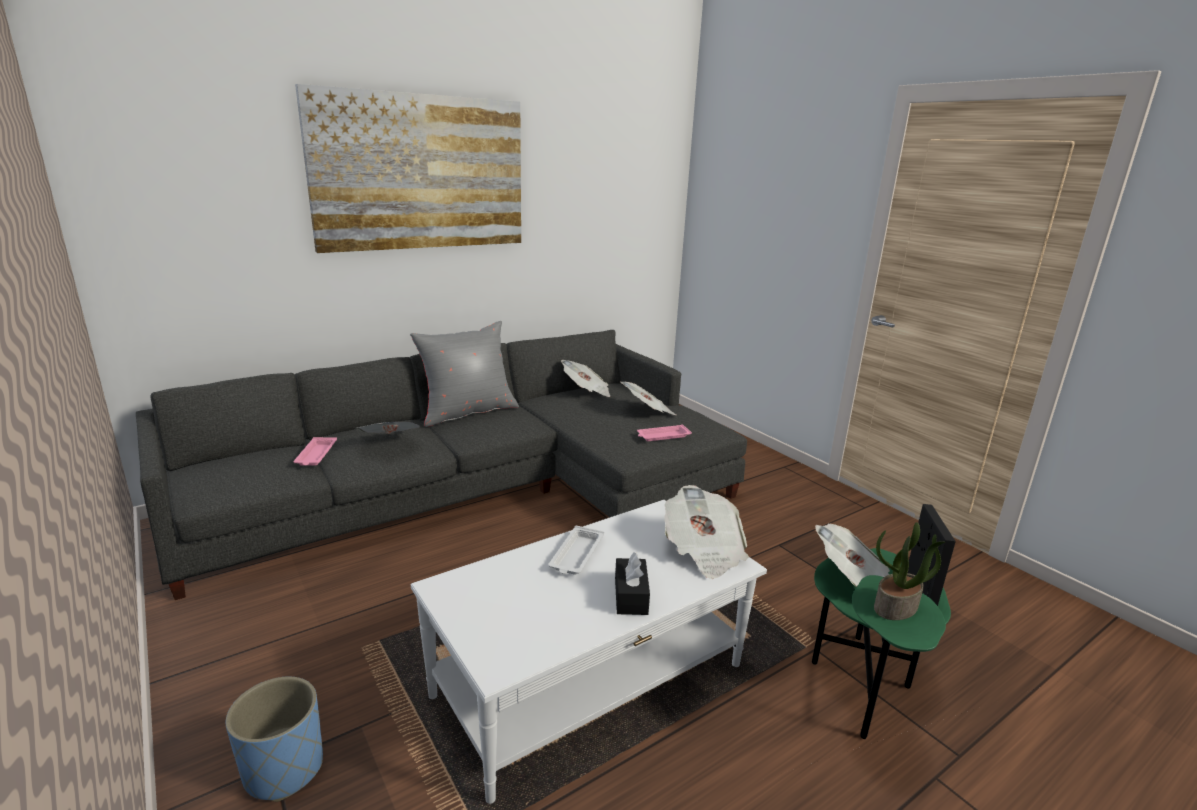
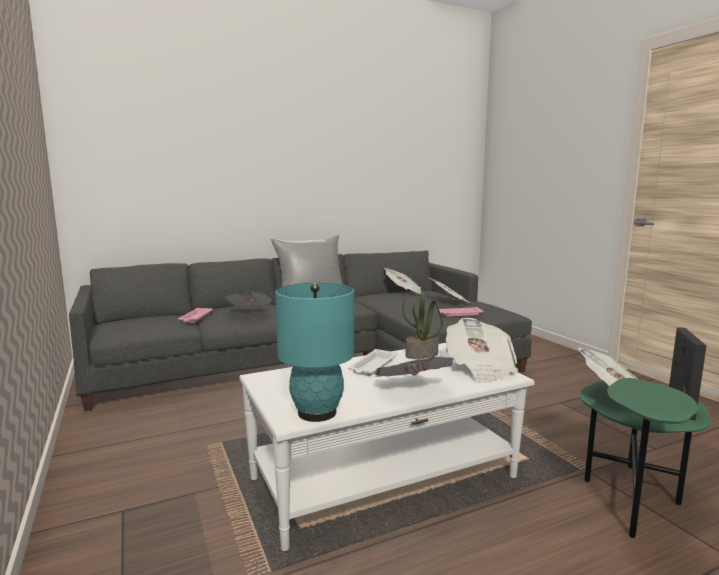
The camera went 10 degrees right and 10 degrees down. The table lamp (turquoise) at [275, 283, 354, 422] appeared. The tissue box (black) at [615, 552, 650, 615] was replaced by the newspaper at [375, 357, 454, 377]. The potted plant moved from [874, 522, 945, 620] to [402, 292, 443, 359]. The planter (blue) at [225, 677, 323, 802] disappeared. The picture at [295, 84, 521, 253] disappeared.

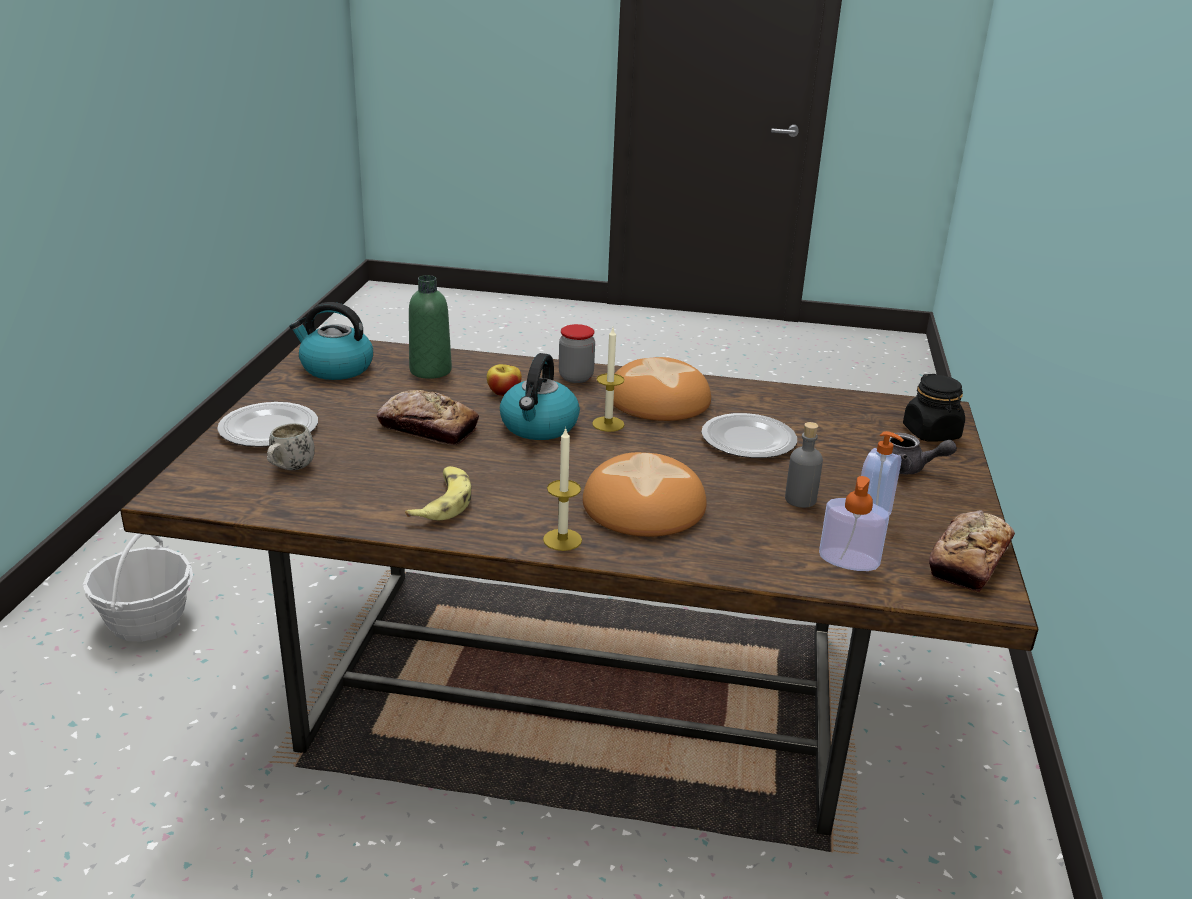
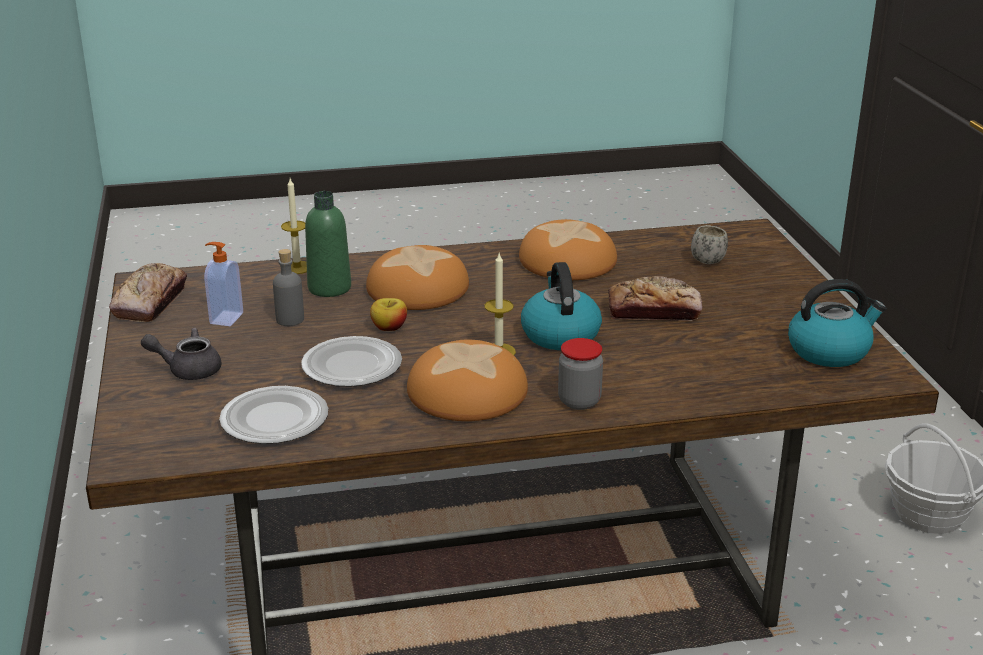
The camera went 160 degrees right and 0 degrees up. The plate moved from [217, 402, 318, 447] to [219, 386, 328, 444]. The candle moved from [543, 427, 582, 551] to [281, 178, 307, 274]. The bottle (green) moved from [409, 275, 452, 379] to [305, 191, 351, 297]. The apple moved from [487, 364, 522, 396] to [370, 298, 407, 331]. The banana at [405, 466, 471, 520] was replaced by the bread at [519, 219, 617, 280]. The soap dispenser at [819, 476, 889, 571] disappeared. The jar (black) at [903, 374, 965, 442] disappeared.

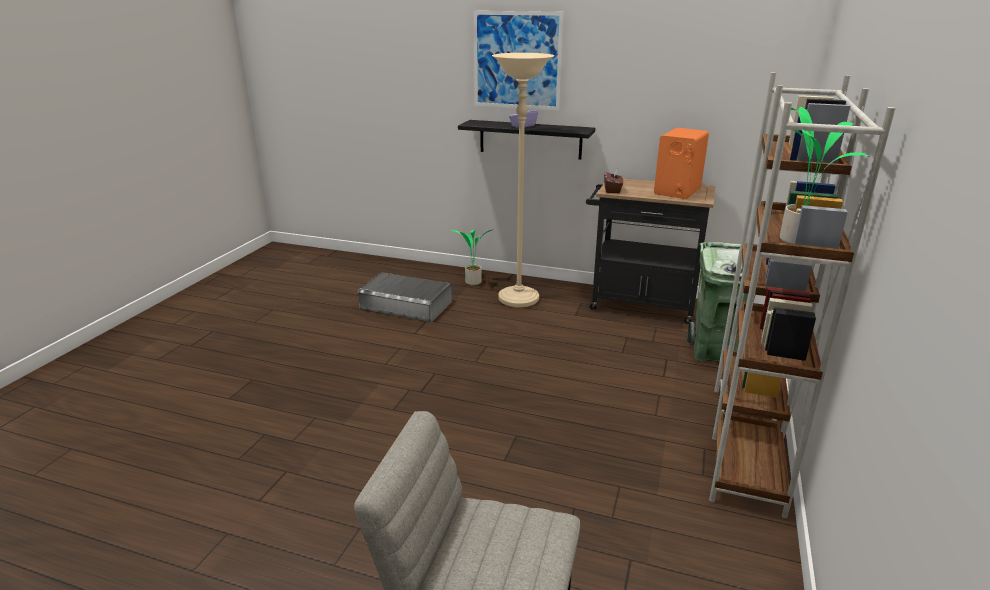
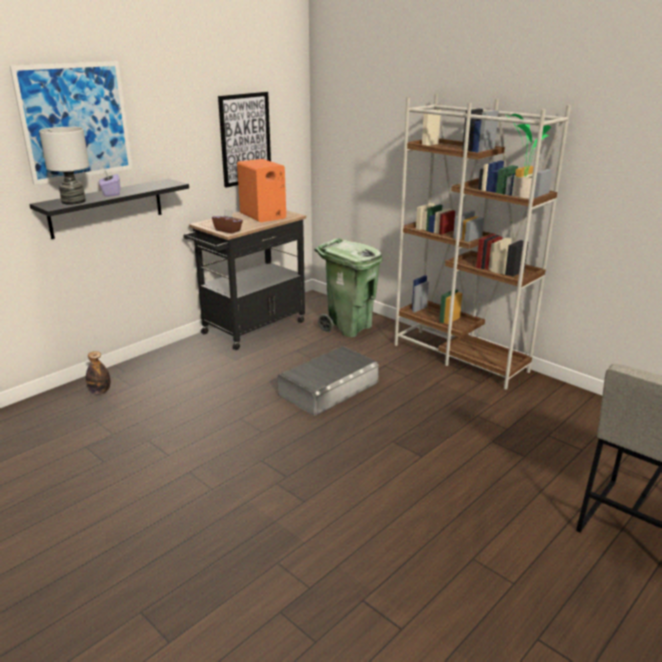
The camera went 65 degrees left and 0 degrees up. The table lamp (grey) at [39, 127, 89, 205] appeared. The potted plant at [451, 230, 492, 285] was replaced by the bottle at [86, 351, 110, 395]. The picture at [218, 92, 271, 188] appeared. The storage box (grey) moved from [358, 272, 452, 322] to [277, 346, 379, 416]. The floor lamp (beige) at [492, 53, 554, 308] disappeared.

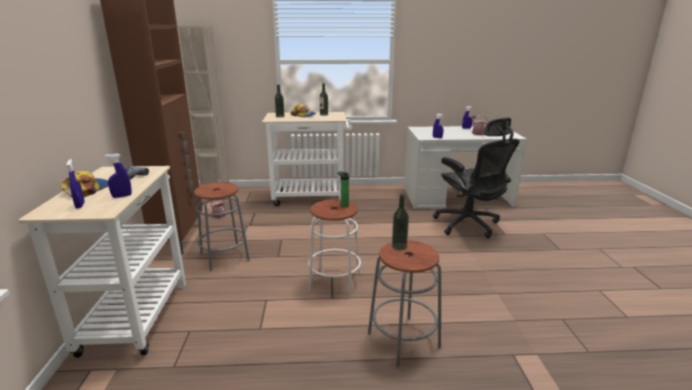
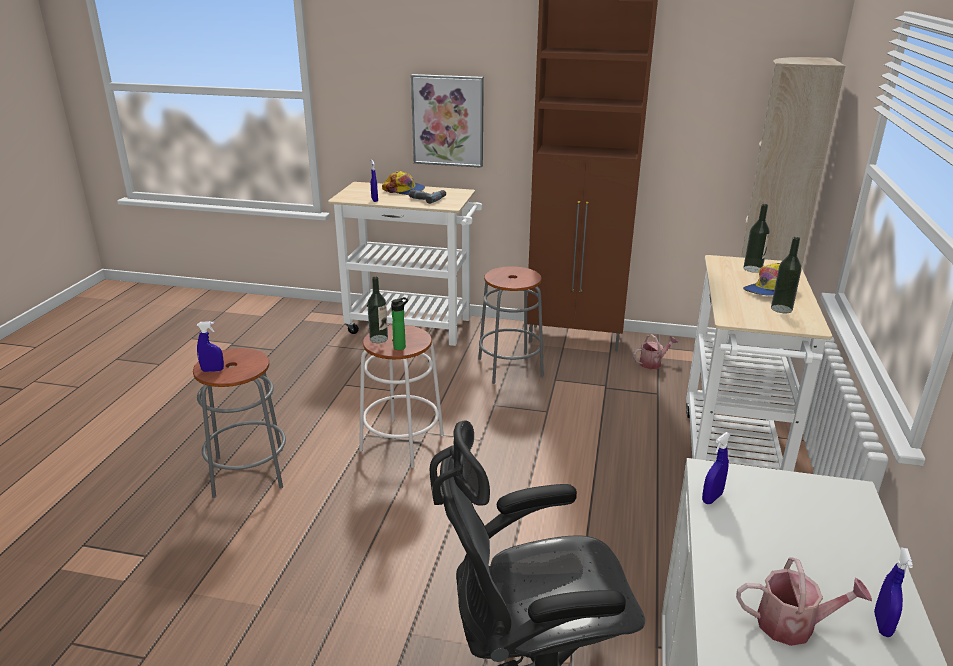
The camera went 105 degrees right and 5 degrees up. The spray bottle (blue) moved from [67, 159, 85, 208] to [197, 321, 224, 372]. The bottle moved from [392, 194, 409, 250] to [367, 277, 388, 343]. The picture at [411, 74, 484, 168] appeared.

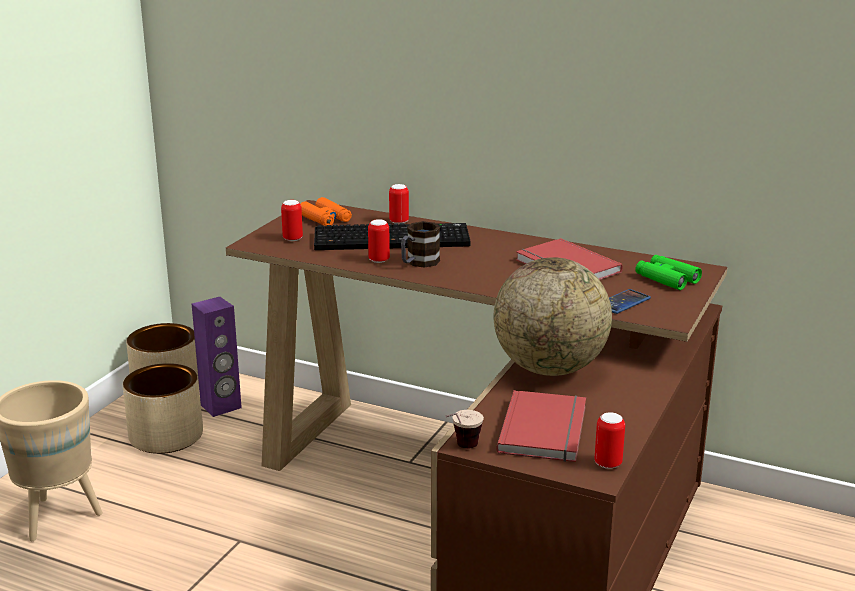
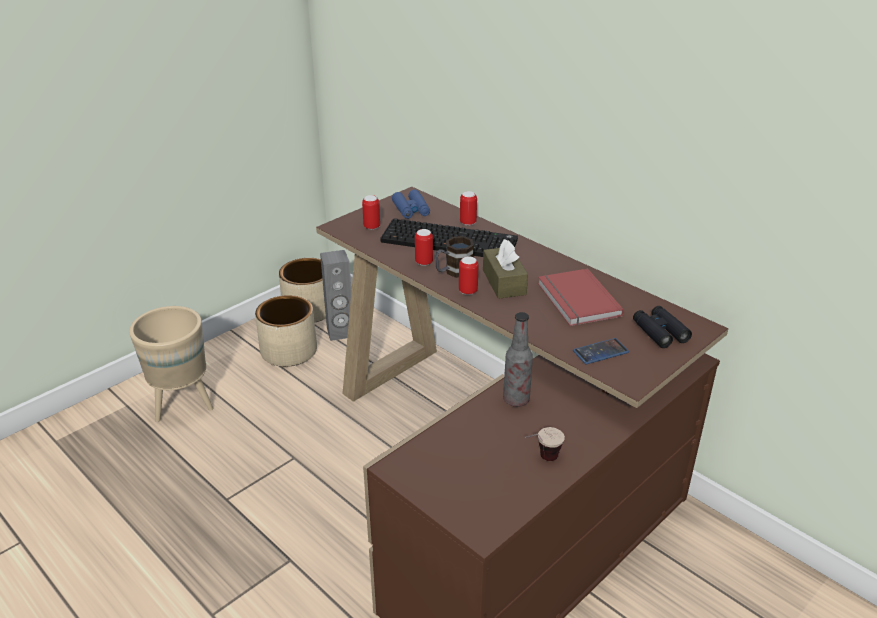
The camera went 20 degrees right and 10 degrees up. The speaker (purple) at [192, 297, 242, 417] became the speaker (grey) at [320, 250, 351, 341]. The binoculars (orange) at [300, 197, 352, 226] became the binoculars (blue) at [392, 190, 430, 219]. The can moved from [594, 412, 625, 469] to [459, 256, 479, 295]. The tissue box (brown) at [483, 239, 528, 299] appeared. The globe at [493, 257, 612, 376] was replaced by the bottle at [503, 312, 533, 407]. The cup moved from [445, 410, 484, 449] to [525, 427, 565, 461]. The binoculars (green) at [635, 255, 702, 290] became the binoculars (black) at [633, 306, 692, 348]. The book (red) at [496, 390, 586, 462] disappeared.

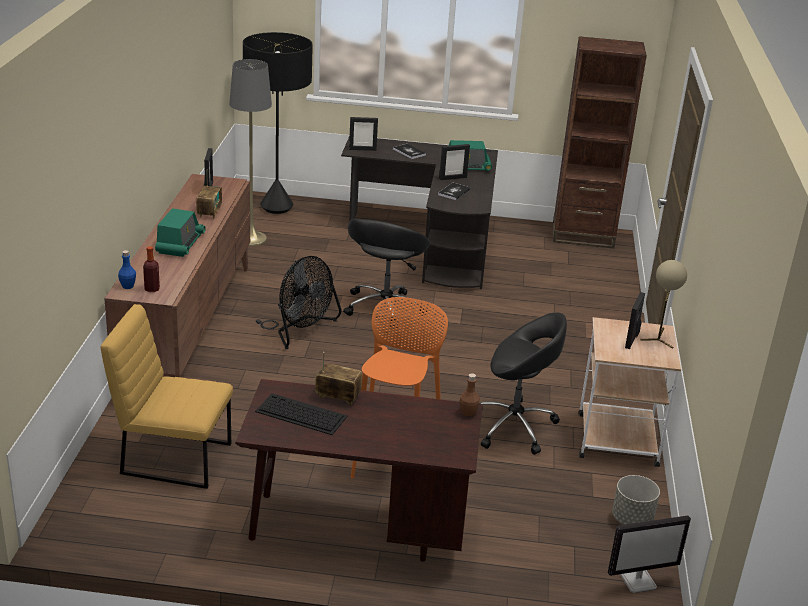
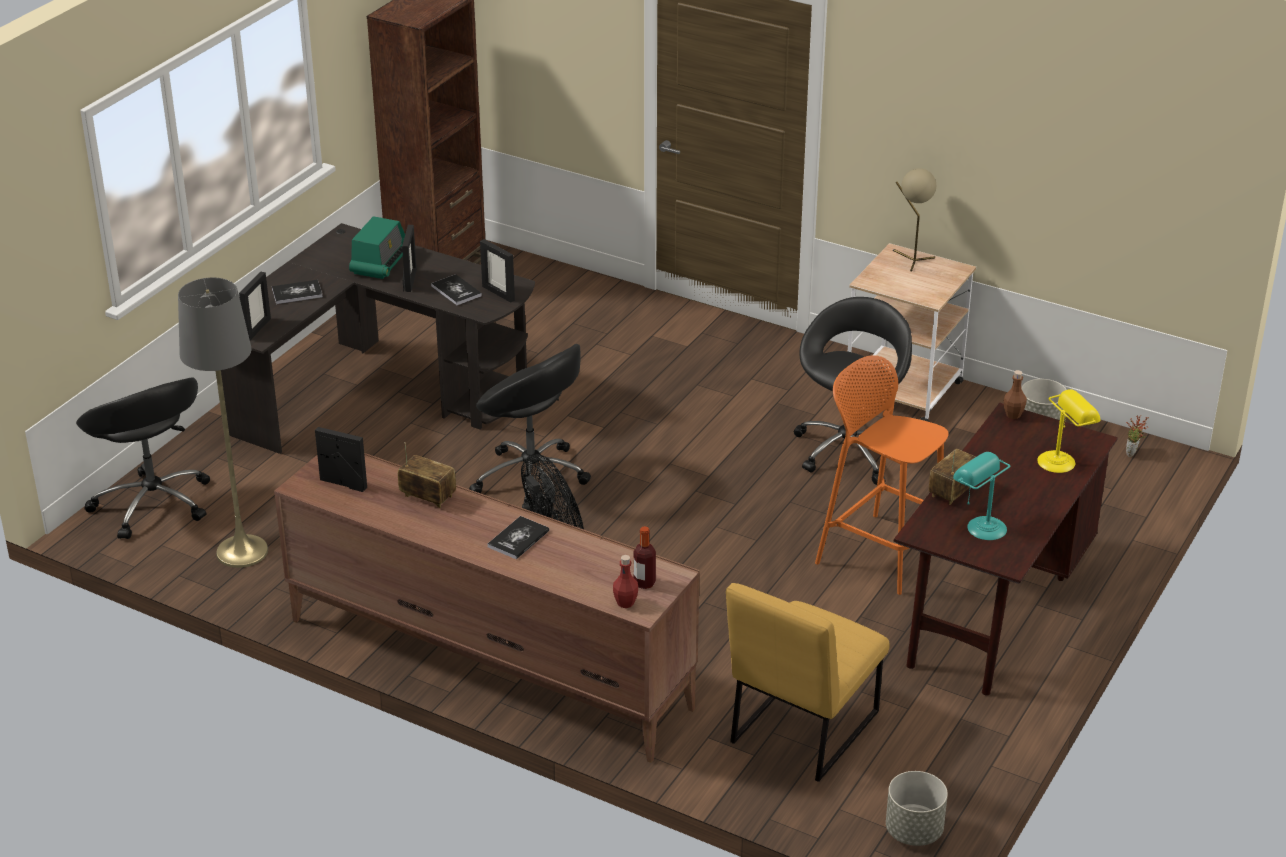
The camera went 65 degrees left and 5 degrees up. The floor lamp (black) at [243, 32, 313, 214] was replaced by the office chair (black) at [76, 377, 210, 539]. The picture frame moved from [625, 292, 645, 349] to [480, 239, 515, 303]. The radio at [155, 208, 206, 257] was replaced by the book at [488, 516, 549, 559]. The bottle (blue) at [118, 250, 136, 289] became the bottle (red) at [613, 555, 638, 608]. The planter (grey) at [886, 771, 948, 846] appeared. The keyboard at [255, 393, 348, 435] was replaced by the table lamp (turquoise) at [953, 452, 1010, 540]. The table lamp (yellow) at [1037, 389, 1101, 473] appeared. The monitor at [608, 515, 691, 593] was replaced by the potted plant at [1126, 415, 1149, 457].

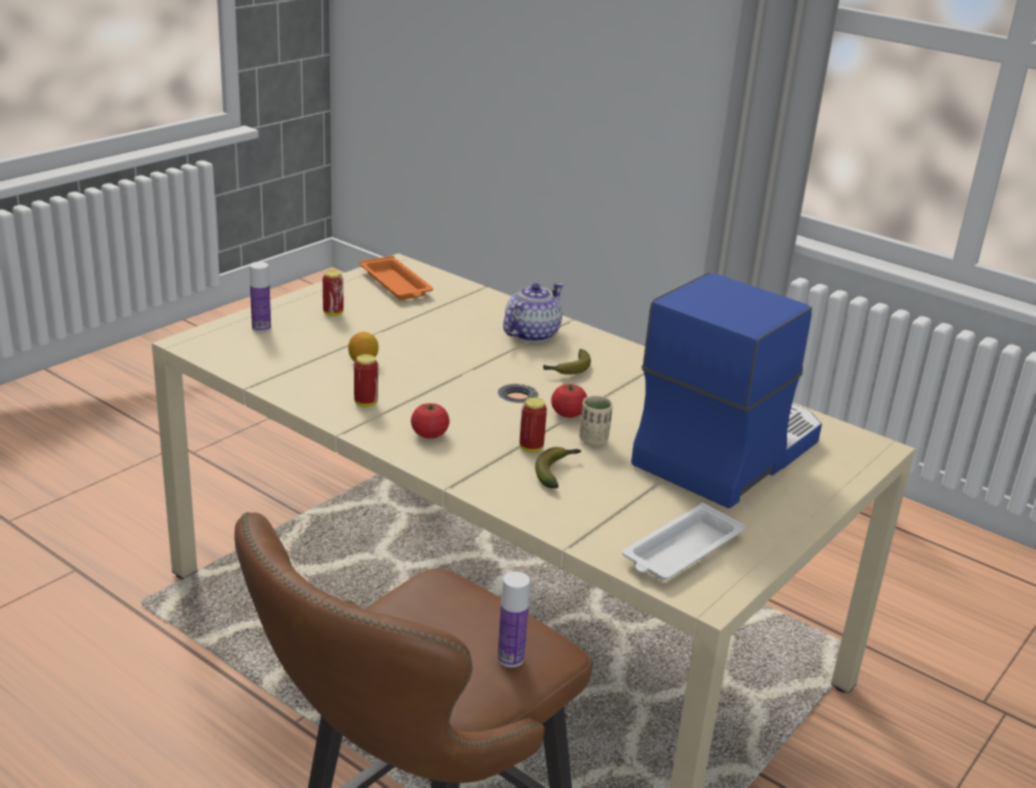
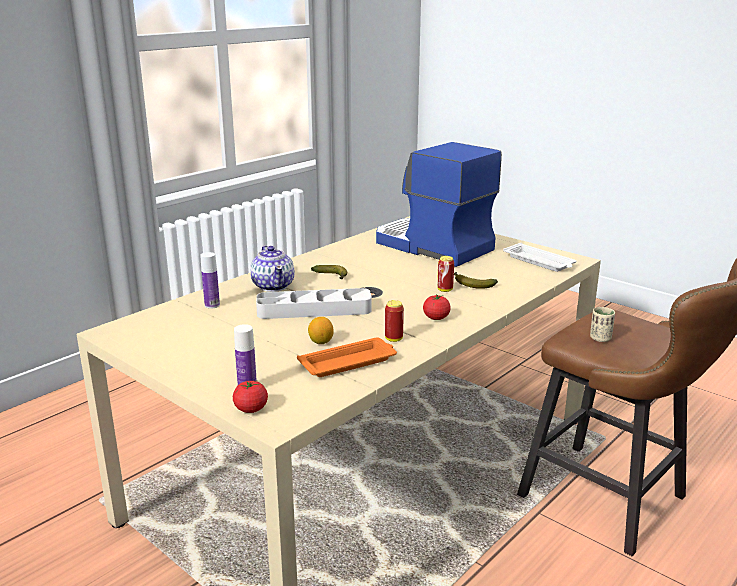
The camera went 85 degrees left and 5 degrees down. The bottle moved from [497, 572, 530, 667] to [200, 252, 220, 309]. The tomato moved from [551, 384, 587, 418] to [233, 380, 268, 413]. The teapot at [503, 283, 564, 343] turned 150 degrees counterclockwise. The tray (grey) at [256, 288, 372, 319] appeared. The tray (orange) moved from [359, 256, 433, 300] to [297, 337, 397, 377]. The cup (beige) moved from [579, 395, 613, 446] to [590, 307, 615, 342]. The can at [323, 270, 343, 316] disappeared.

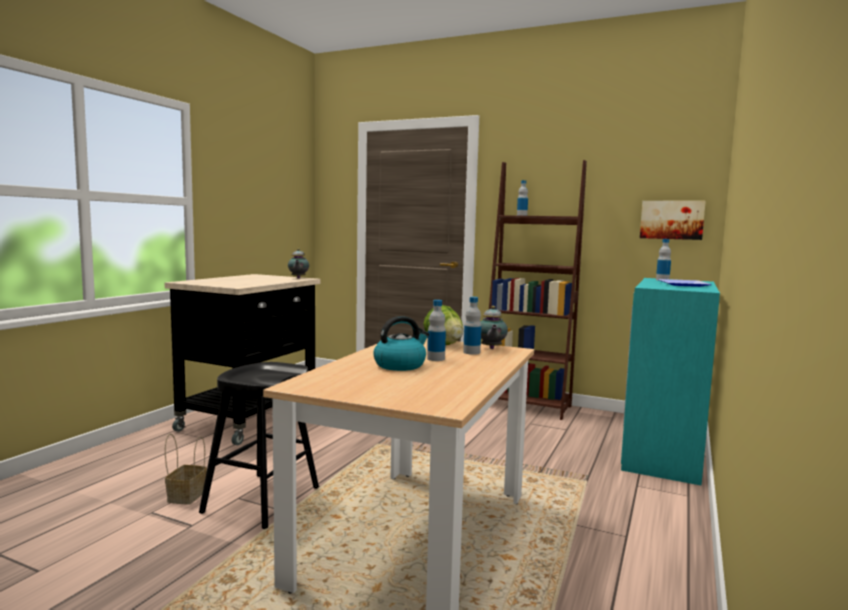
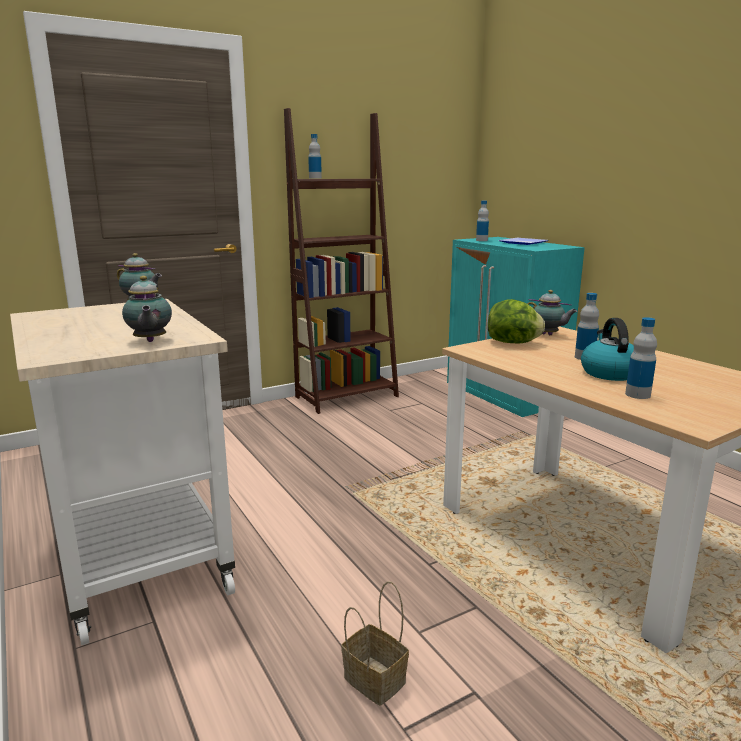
The camera went 55 degrees left and 10 degrees up. The cart (black) at [165, 274, 321, 445] became the cart (white) at [10, 299, 235, 646]. The teapot at [122, 276, 172, 342] appeared. The bottle moved from [463, 297, 481, 355] to [625, 317, 657, 399]. The stool (black) at [199, 362, 319, 529] disappeared. The picture at [640, 201, 706, 240] disappeared.

